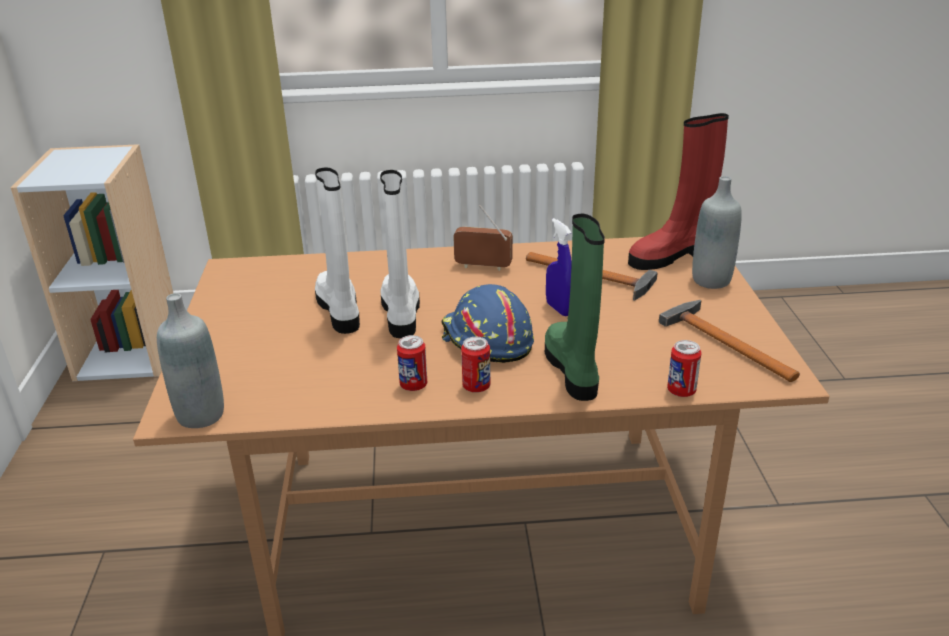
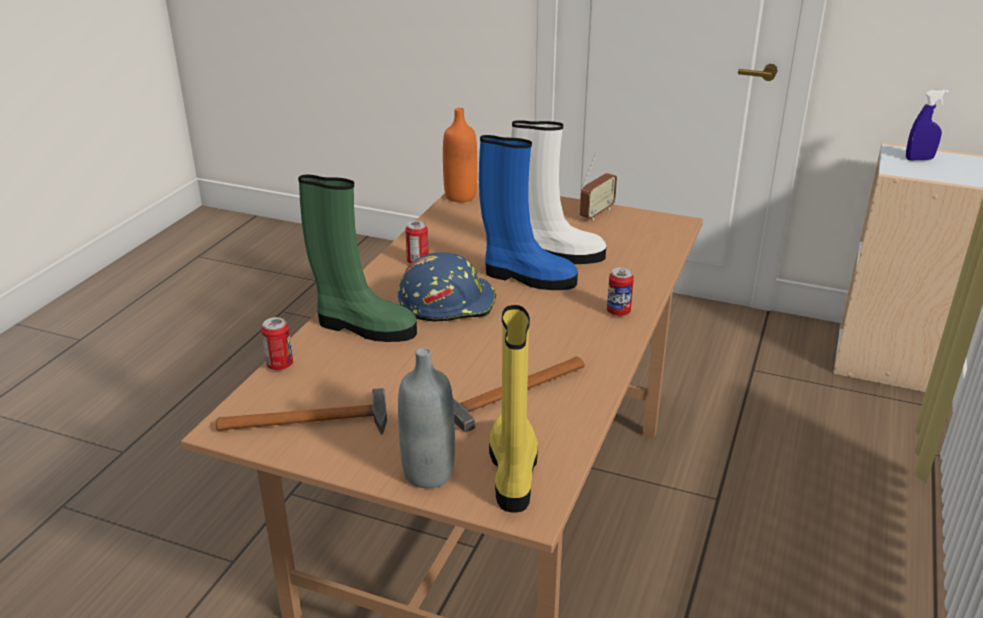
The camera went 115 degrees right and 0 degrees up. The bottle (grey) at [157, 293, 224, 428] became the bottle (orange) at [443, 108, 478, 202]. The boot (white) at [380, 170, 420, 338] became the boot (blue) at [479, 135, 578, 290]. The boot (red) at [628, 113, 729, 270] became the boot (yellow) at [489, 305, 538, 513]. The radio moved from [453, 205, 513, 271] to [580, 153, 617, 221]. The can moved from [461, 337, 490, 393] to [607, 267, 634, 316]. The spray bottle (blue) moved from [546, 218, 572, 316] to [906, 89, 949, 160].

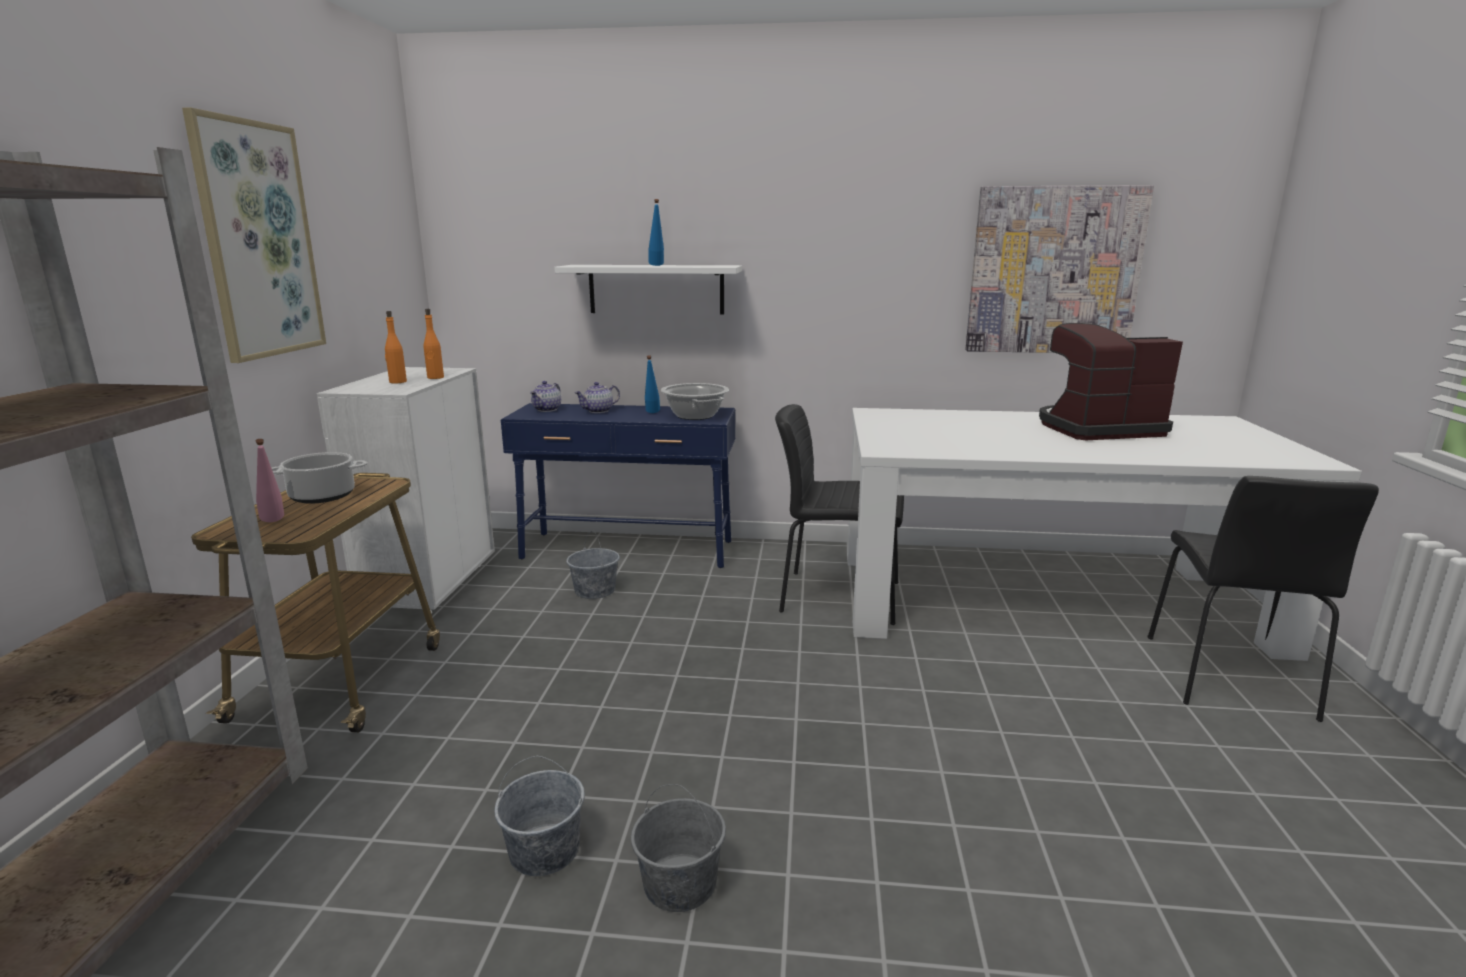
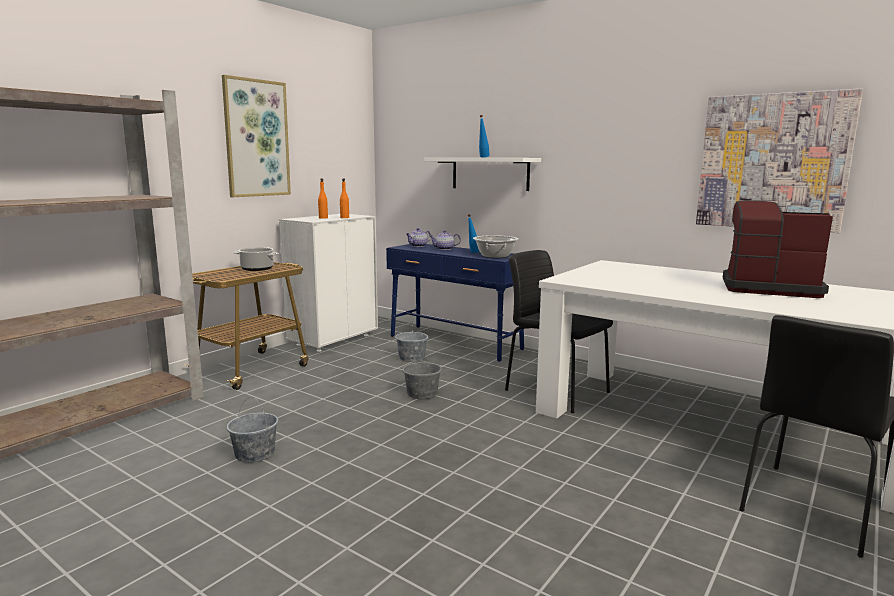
The camera went 30 degrees right and 5 degrees down. The bucket (grey) moved from [631, 784, 726, 912] to [402, 348, 442, 399]. The bottle (pink) at [255, 439, 284, 522] disappeared.

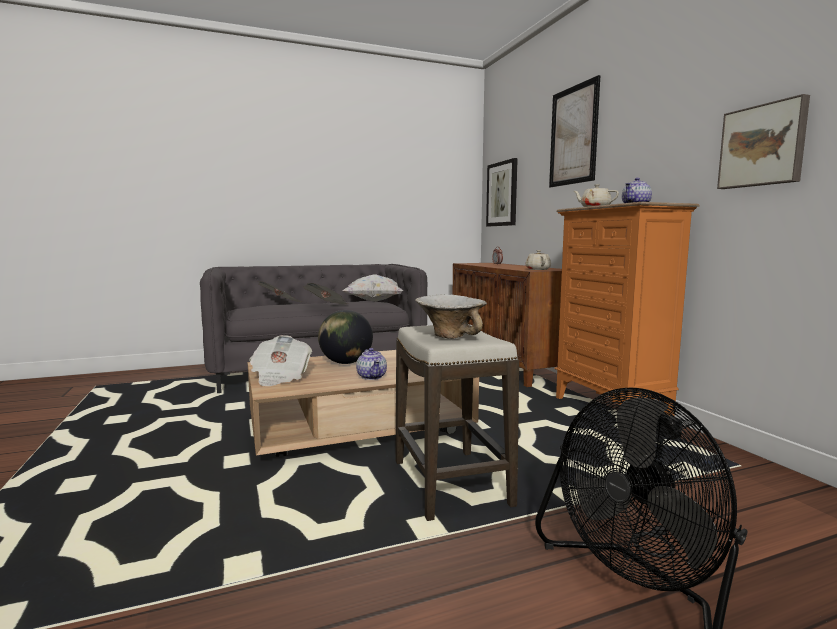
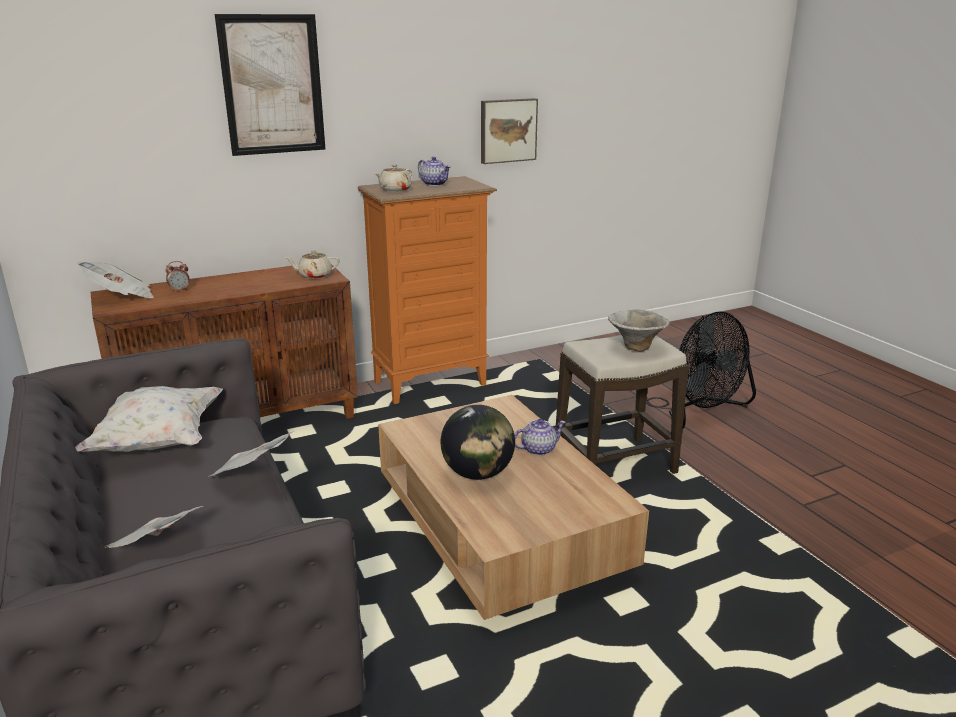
The camera went 95 degrees left and 15 degrees up. The newspaper moved from [249, 335, 312, 386] to [77, 262, 153, 298]. The picture at [486, 158, 518, 226] disappeared.

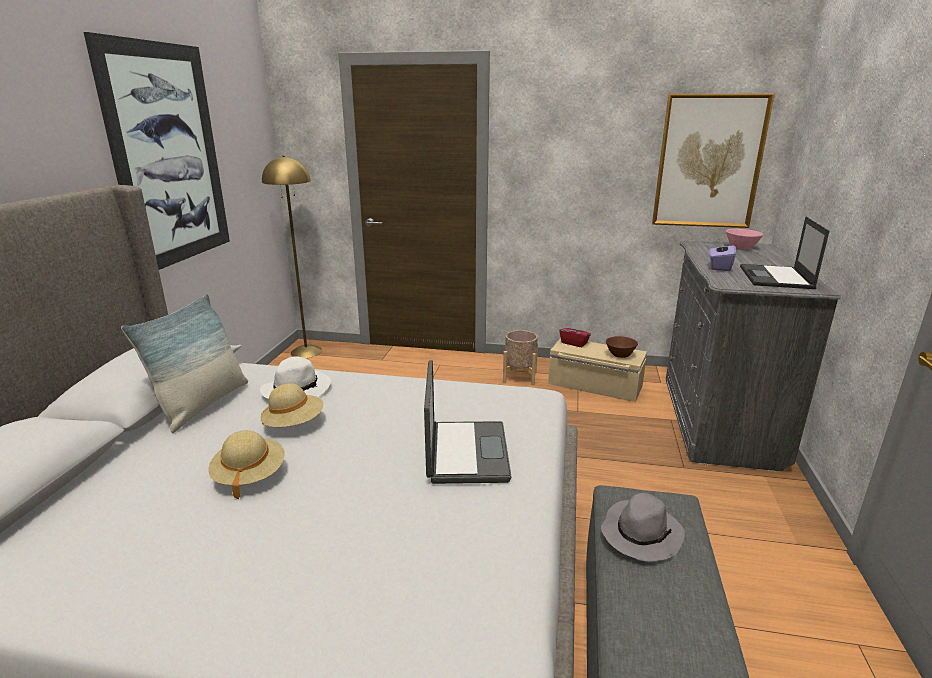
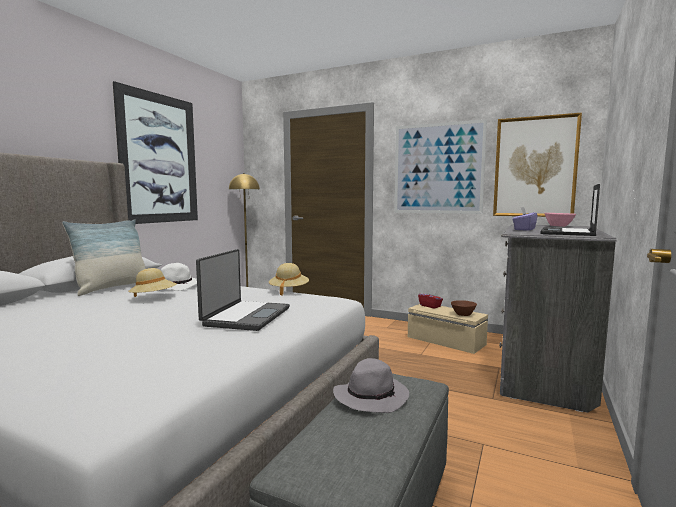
The camera went 15 degrees right and 15 degrees down. The hat (beige) moved from [209, 430, 285, 499] to [269, 263, 309, 295]. The picture at [394, 119, 487, 214] appeared. The planter (beige) at [503, 330, 538, 386] disappeared.

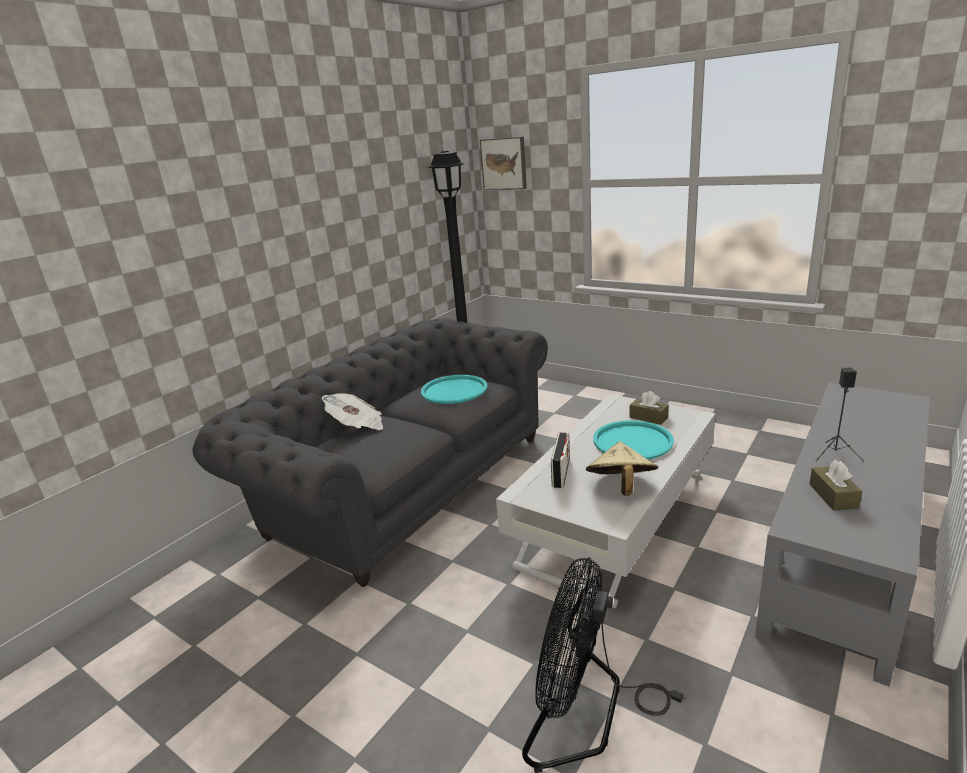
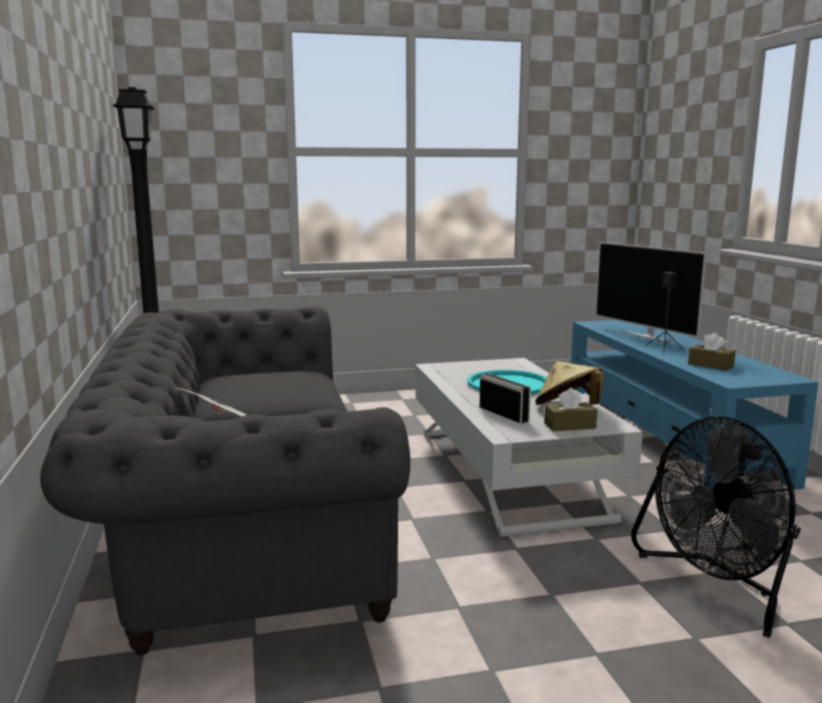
The camera went 50 degrees left and 10 degrees down. The tissue box (brown) moved from [630, 391, 669, 425] to [544, 388, 597, 431]. The tv stand (grey) at [755, 383, 930, 687] became the tv stand (blue) at [571, 320, 818, 492]. The television at [595, 242, 707, 343] appeared. The tray (turquoise) at [421, 375, 487, 404] disappeared. The picture at [480, 137, 527, 190] disappeared.

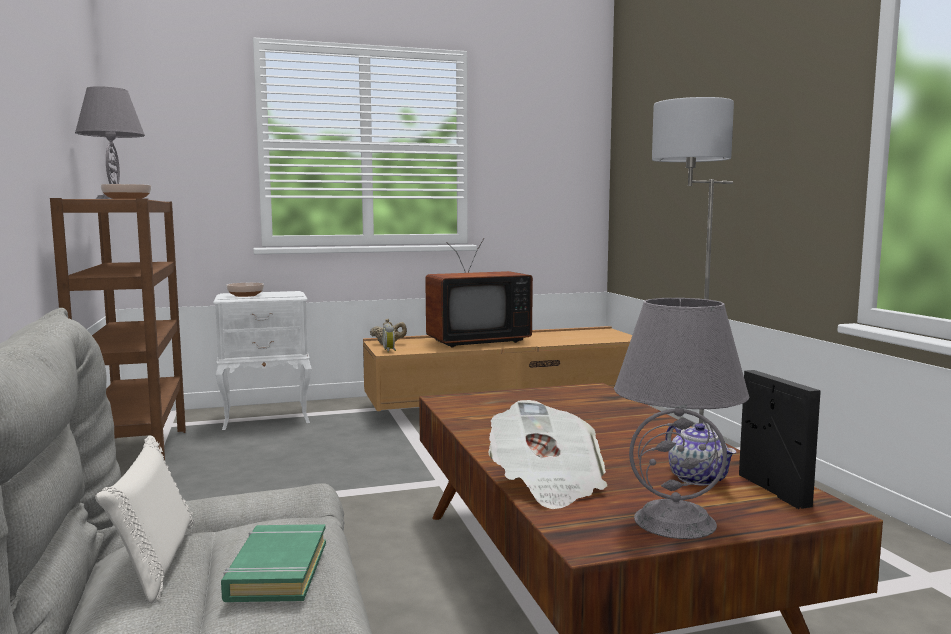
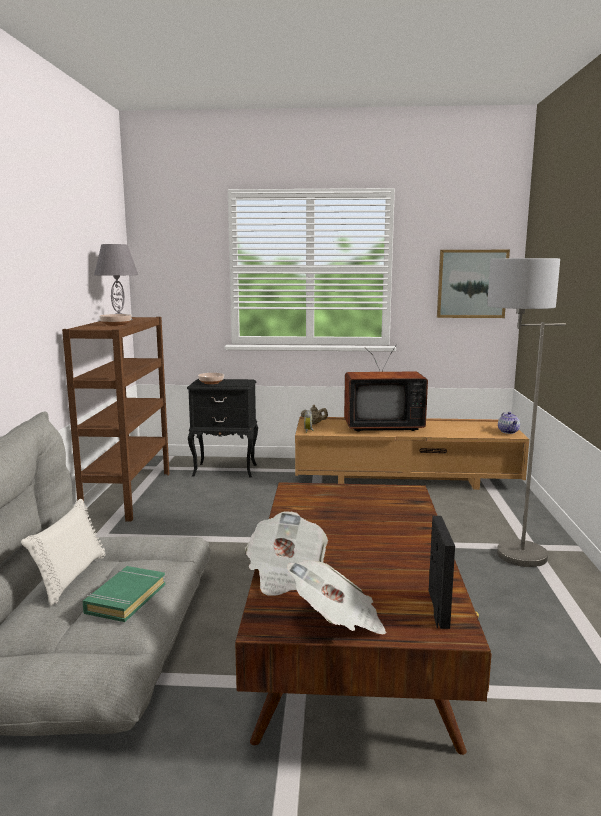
The camera went 20 degrees right and 5 degrees up. The nightstand (white) at [213, 291, 311, 430] became the nightstand (black) at [187, 379, 258, 478]. The table lamp (grey) at [614, 298, 750, 539] was replaced by the newspaper at [287, 560, 387, 634]. The picture at [437, 250, 510, 318] appeared. The teapot moved from [665, 423, 736, 485] to [498, 412, 520, 434].

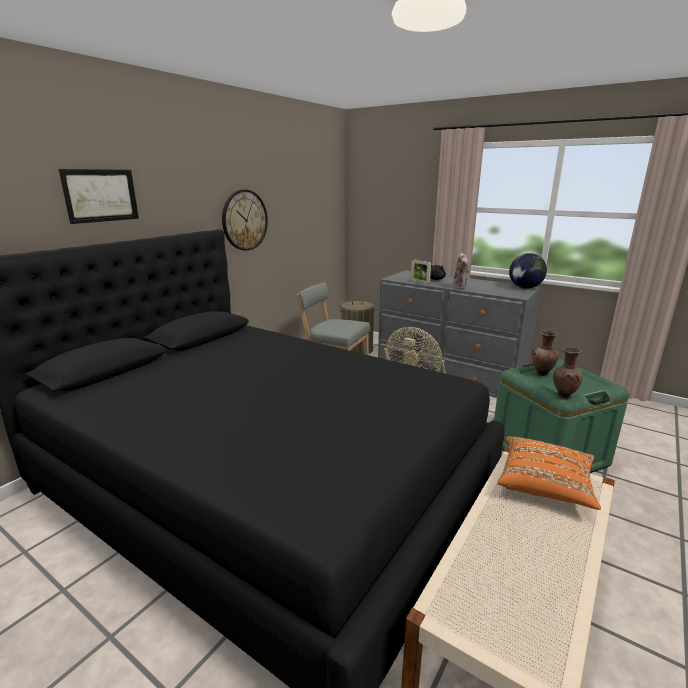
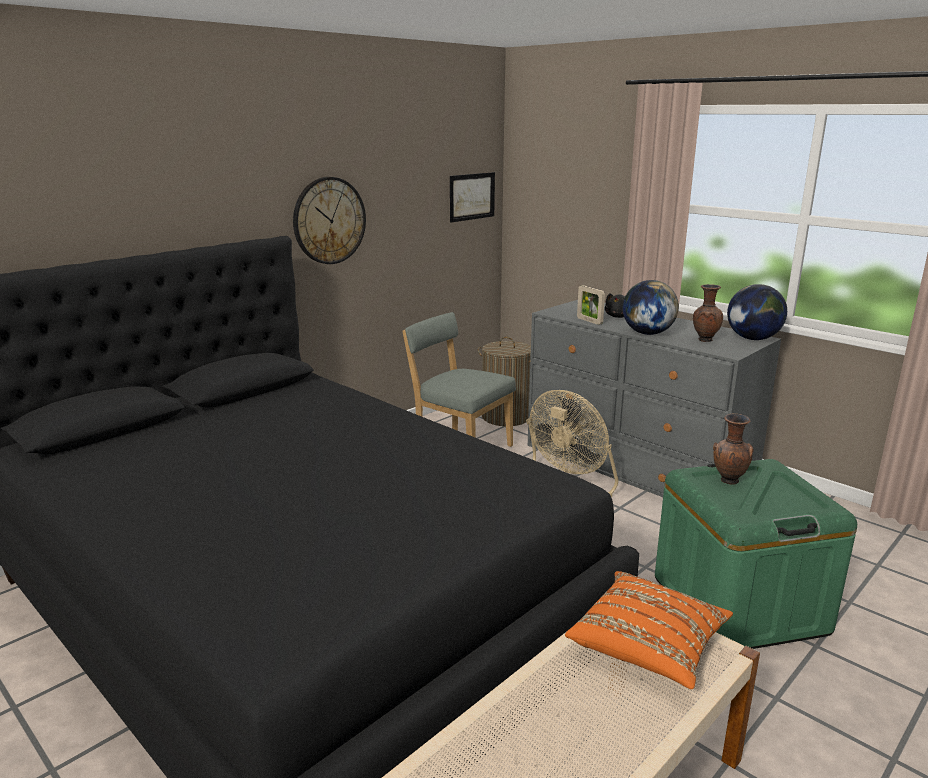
The camera went 10 degrees right and 0 degrees up. The picture moved from [59, 169, 139, 224] to [450, 172, 495, 222]. The plush toy at [453, 253, 470, 290] was replaced by the globe at [623, 280, 679, 335]. The vase (brown) moved from [553, 347, 583, 399] to [693, 284, 723, 342].

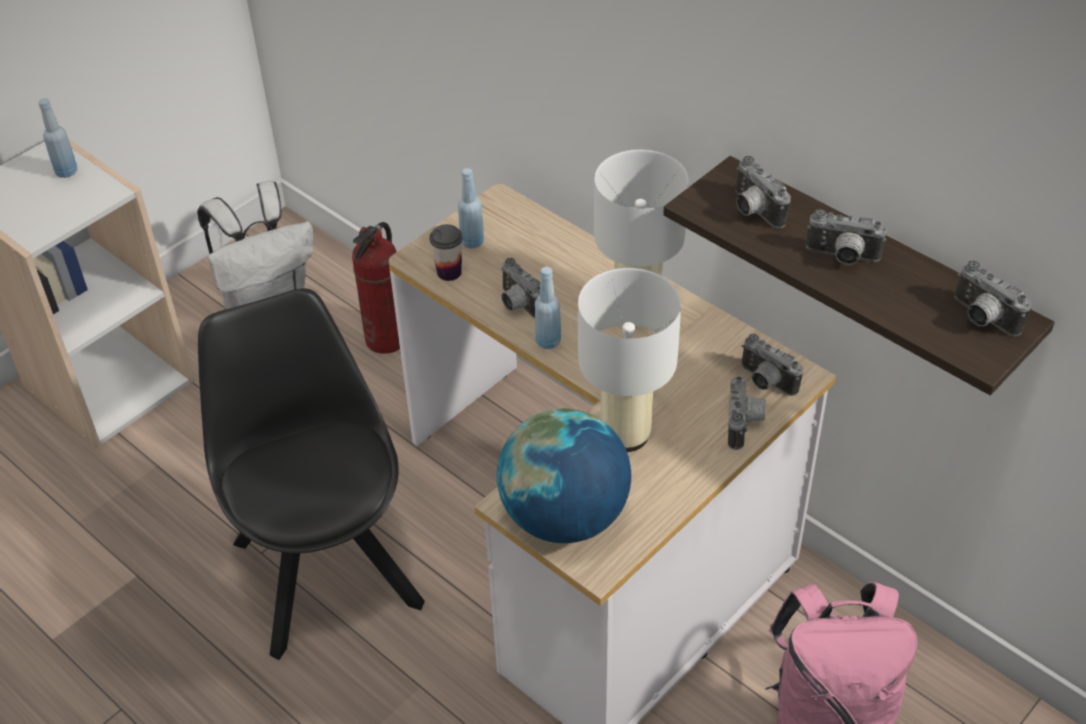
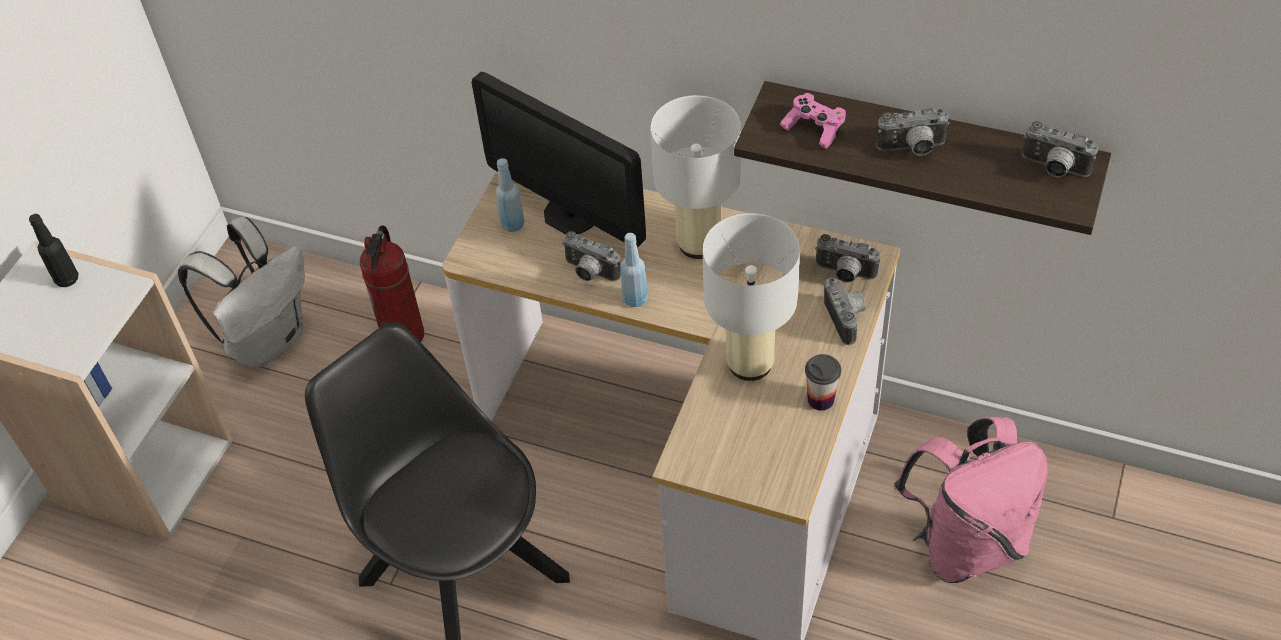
The camera went 20 degrees left and 5 degrees up. The bottle (blue) at [38, 98, 77, 178] became the bottle (black) at [29, 214, 78, 287]. The monitor at [472, 72, 646, 248] appeared. The photo camera at [735, 156, 791, 229] was replaced by the game controller (pink) at [780, 93, 846, 149]. The cup moved from [429, 224, 463, 281] to [805, 354, 841, 411]. The globe at [497, 408, 631, 543] disappeared.

